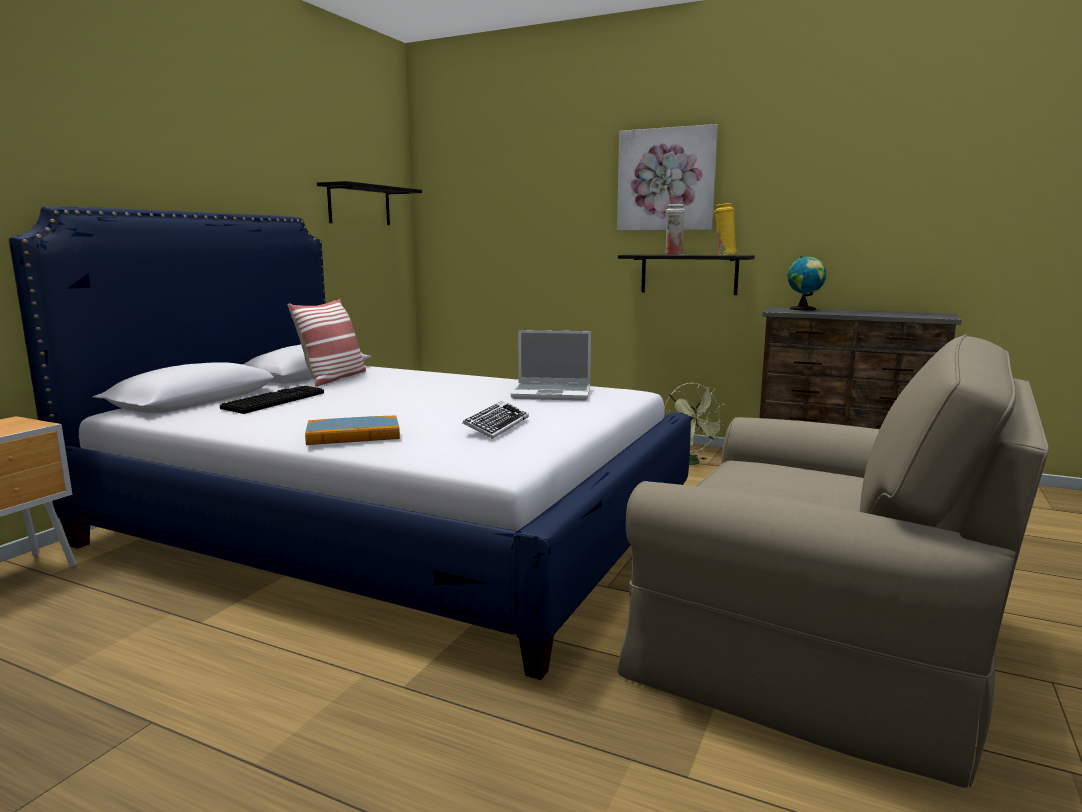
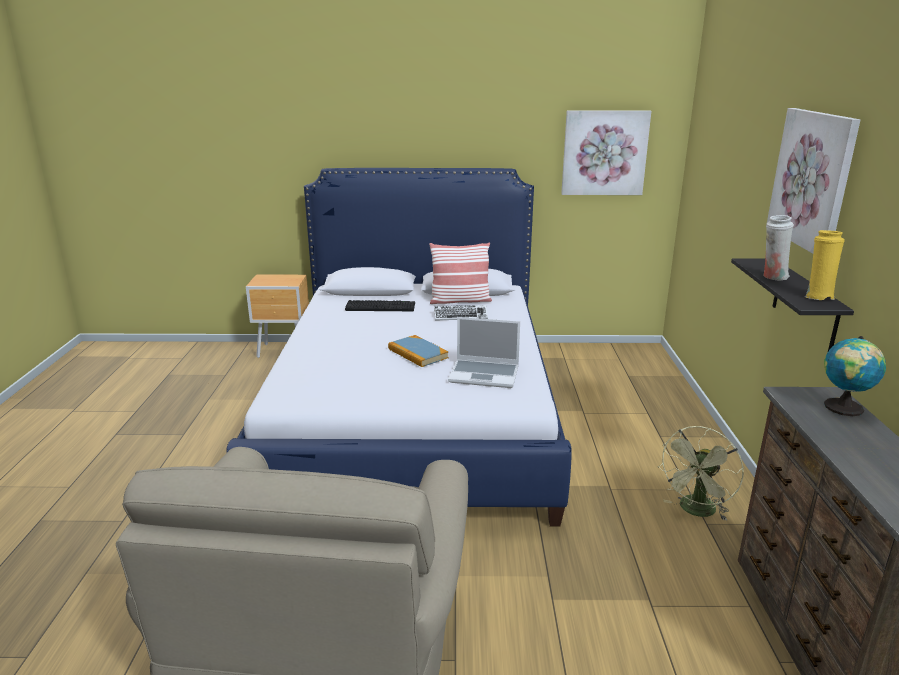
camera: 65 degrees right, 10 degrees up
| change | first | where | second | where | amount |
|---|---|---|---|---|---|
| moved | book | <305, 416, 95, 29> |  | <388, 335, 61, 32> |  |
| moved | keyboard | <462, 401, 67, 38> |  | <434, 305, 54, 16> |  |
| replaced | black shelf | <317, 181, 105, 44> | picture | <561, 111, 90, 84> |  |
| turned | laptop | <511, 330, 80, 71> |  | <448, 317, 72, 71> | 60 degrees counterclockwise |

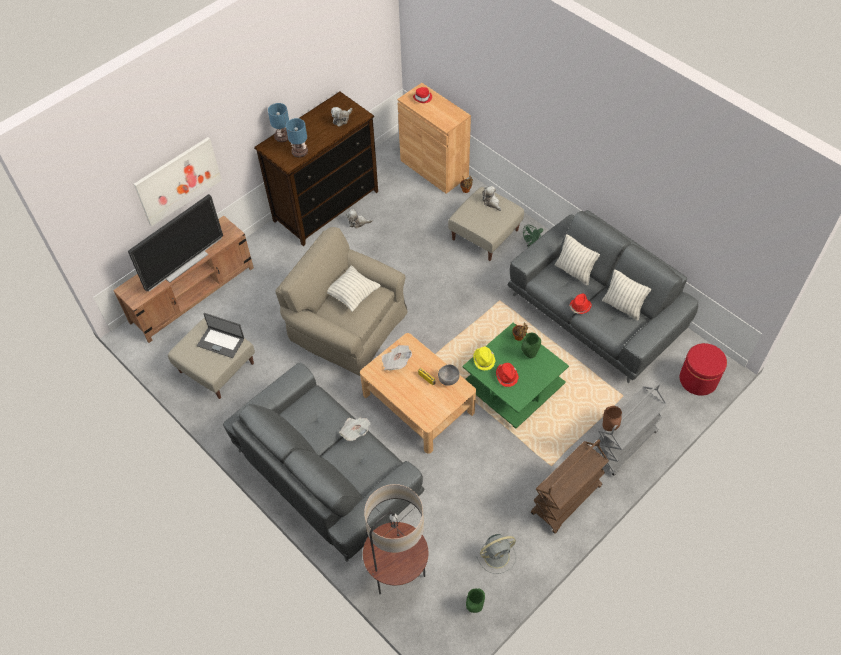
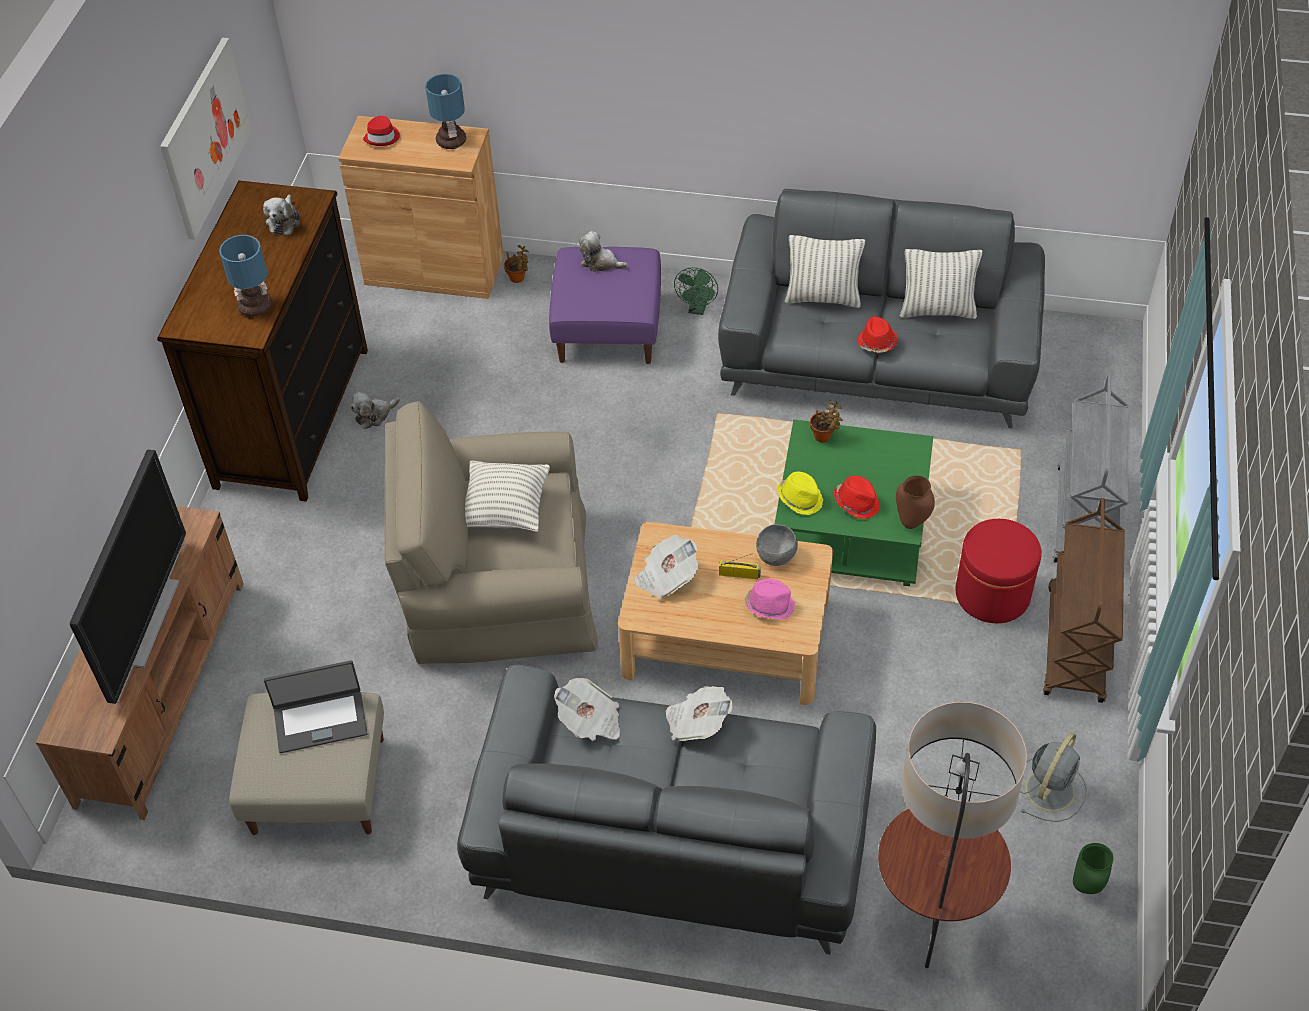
camera: 35 degrees left, 5 degrees down
| change | first | where | second | where | amount |
|---|---|---|---|---|---|
| removed | green vase | <521, 333, 20, 25> |  |  |  |
| added |  |  | newspaper | <554, 678, 66, 63> |  |
| added |  |  | pink hat | <745, 579, 50, 41> |  |
| moved | picture | <134, 137, 88, 90> |  | <160, 38, 92, 202> |  |
| moved | table lamp | <268, 103, 21, 39> |  | <425, 74, 41, 75> |  |
| moved | brown vase | <603, 406, 19, 25> |  | <896, 475, 39, 54> |  |
| moved | red ottoman | <680, 343, 47, 53> |  | <956, 519, 86, 104> |  |
| recoloured | beige ottoman | <448, 187, 76, 74> | purple ottoman | <549, 247, 112, 117> |  |

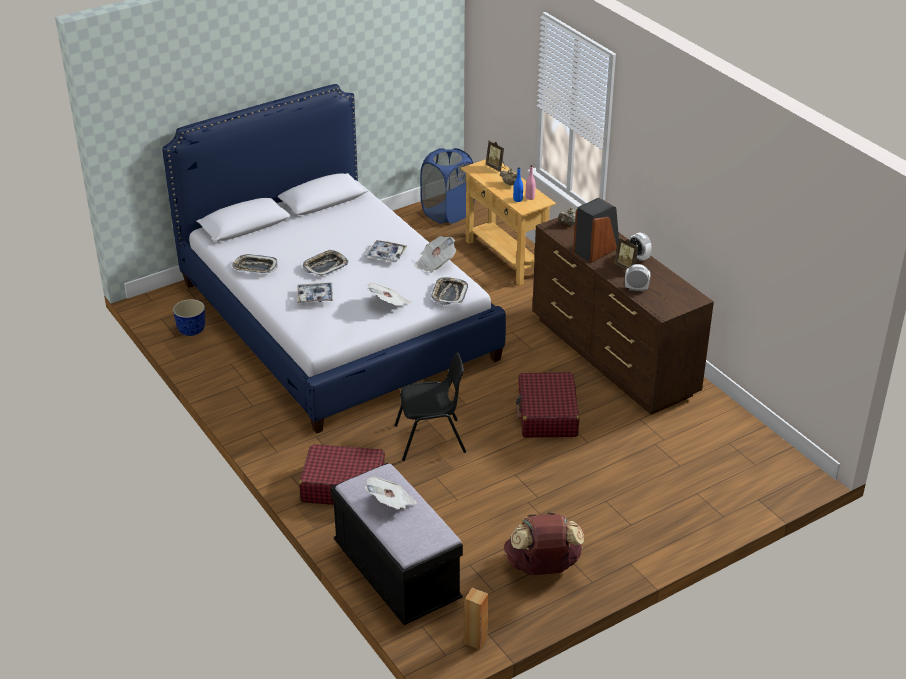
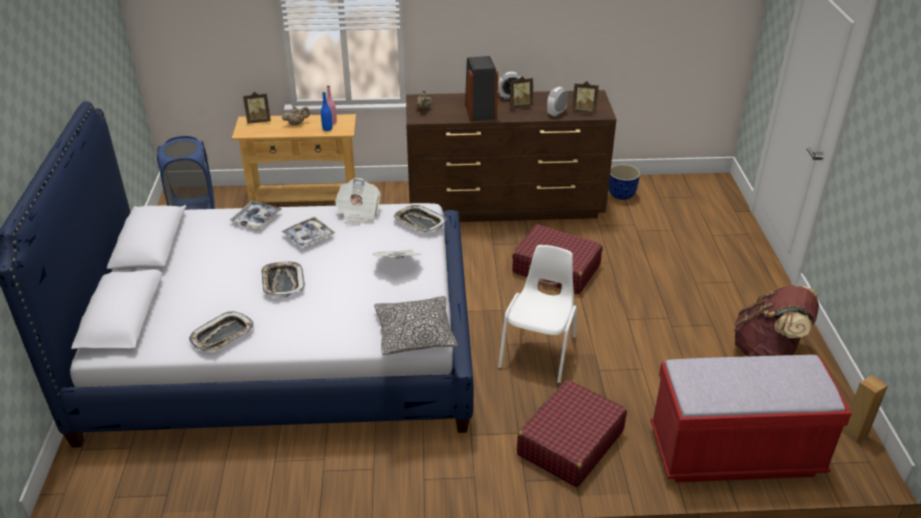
camera: 60 degrees left, 0 degrees up
| change | first | where | second | where | amount |
|---|---|---|---|---|---|
| removed | newspaper | <364, 477, 53, 33> |  |  |  |
| added |  |  | pillow | <374, 296, 84, 59> |  |
| added |  |  | picture frame | <572, 81, 27, 33> |  |
| moved | planter | <173, 299, 32, 37> |  | <609, 164, 31, 36> |  |
| moved | tray | <298, 283, 35, 20> |  | <230, 201, 52, 28> |  |
| recoloured | black bench | <330, 463, 133, 162> | red bench | <651, 355, 201, 127> |  |
| recoloured | black chair | <394, 353, 72, 108> | white chair | <498, 245, 79, 139> |  |

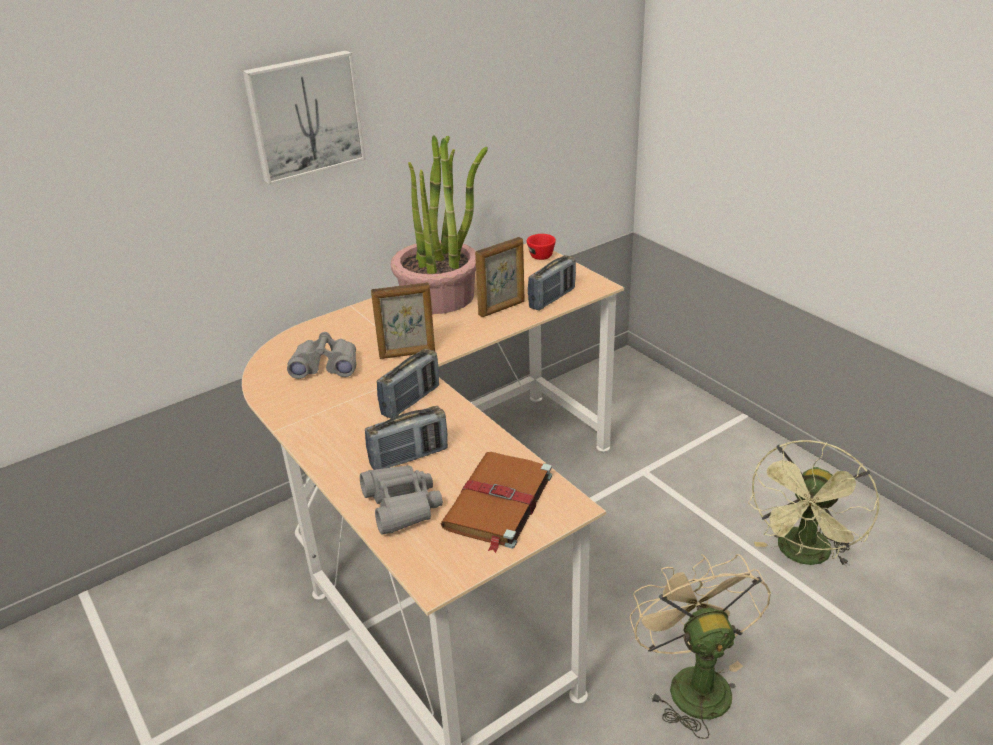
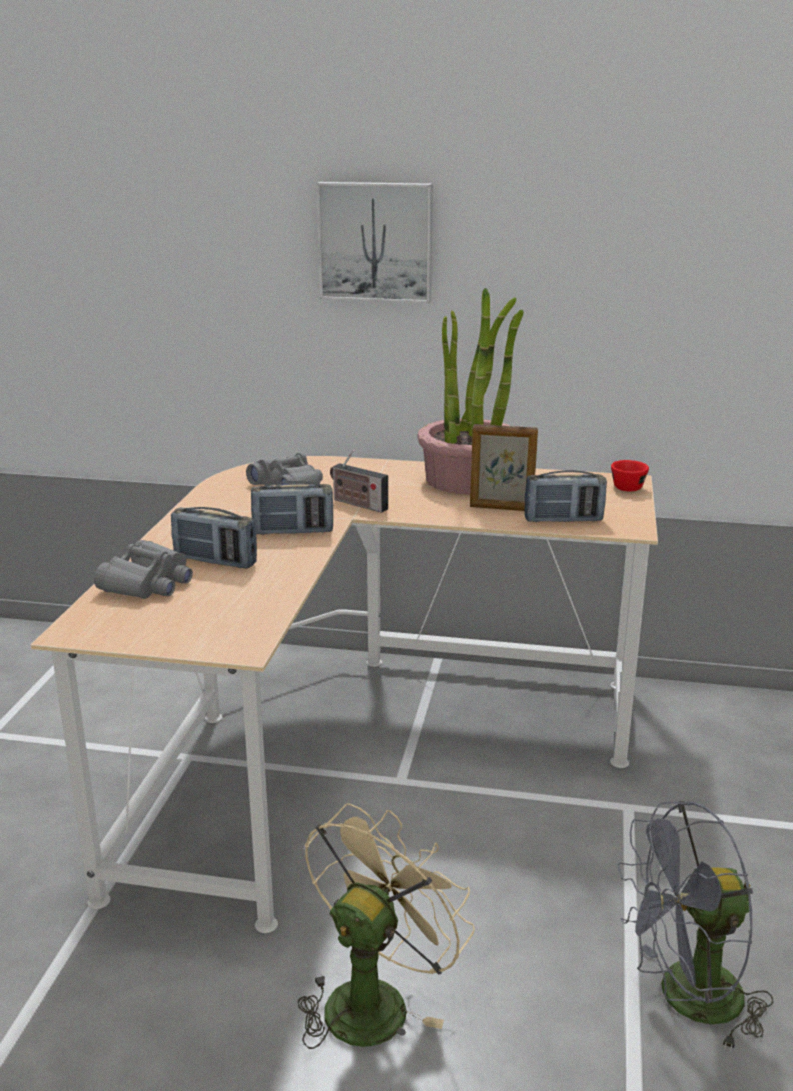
camera: 45 degrees right, 10 degrees down
| change | first | where | second | where | amount |
|---|---|---|---|---|---|
| removed | brown book | <441, 452, 111, 101> |  |  |  |
| replaced | picture frame | <371, 283, 64, 76> | radio | <330, 450, 58, 63> |  |
| recoloured | green fan | <748, 440, 131, 127> | grey fan | <618, 801, 155, 251> |  |

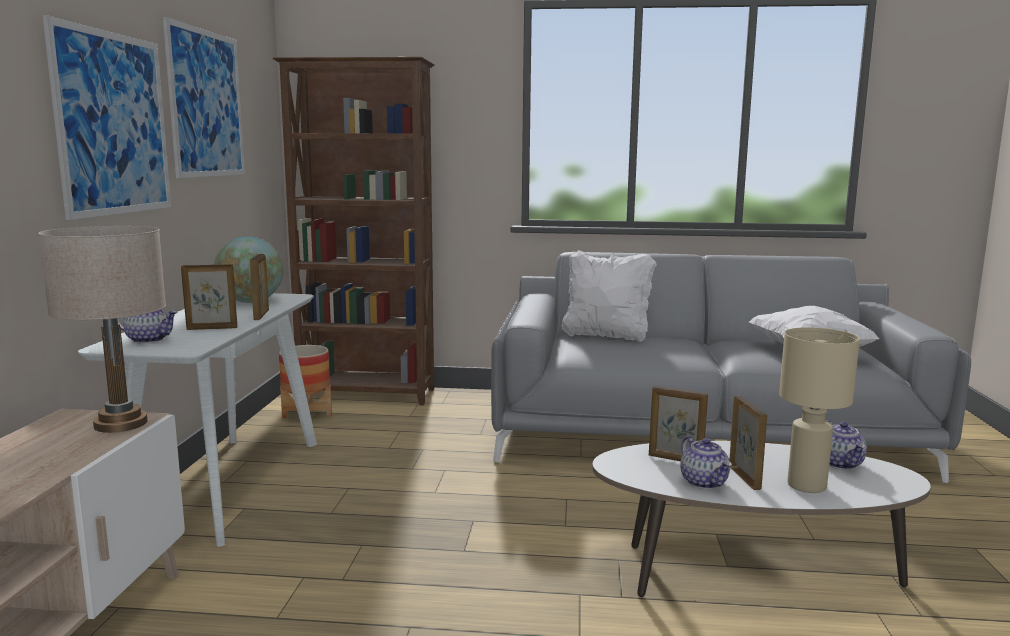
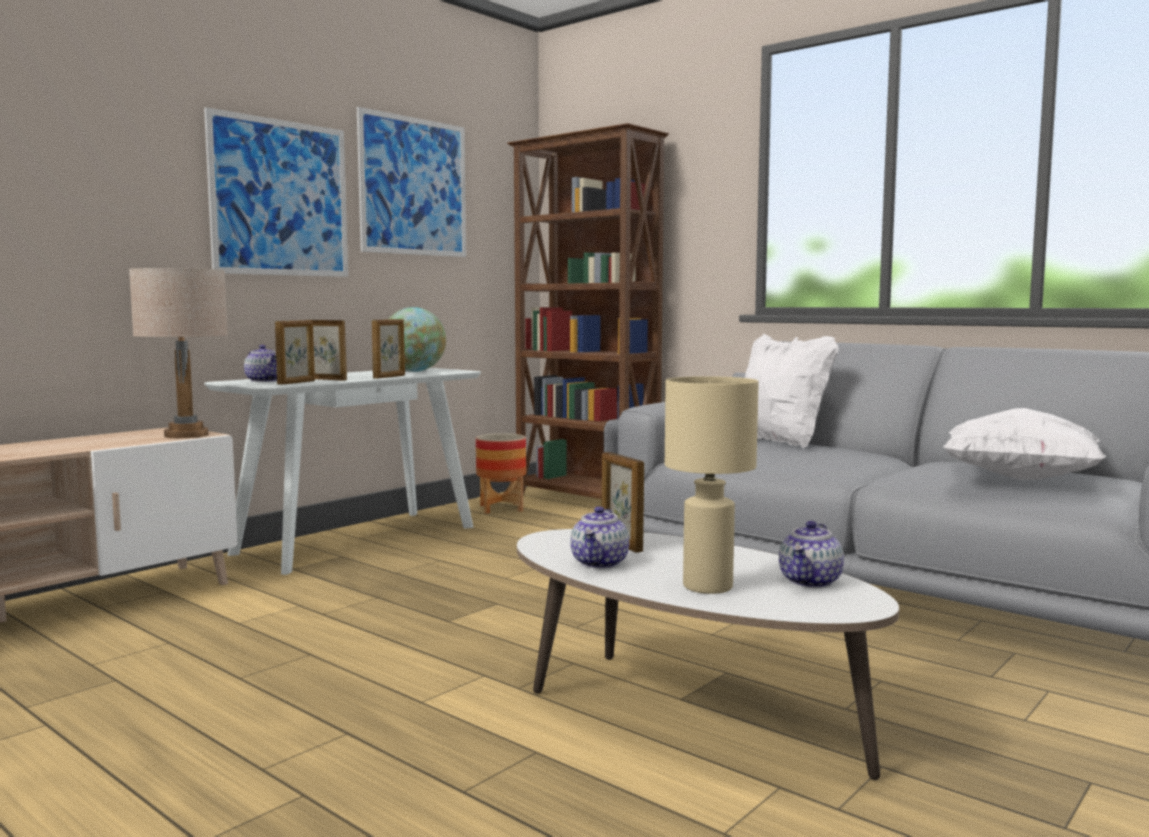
camera: 35 degrees right, 5 degrees down
| change | first | where | second | where | amount |
|---|---|---|---|---|---|
| moved | picture frame | <729, 396, 38, 94> |  | <275, 320, 40, 65> |  |

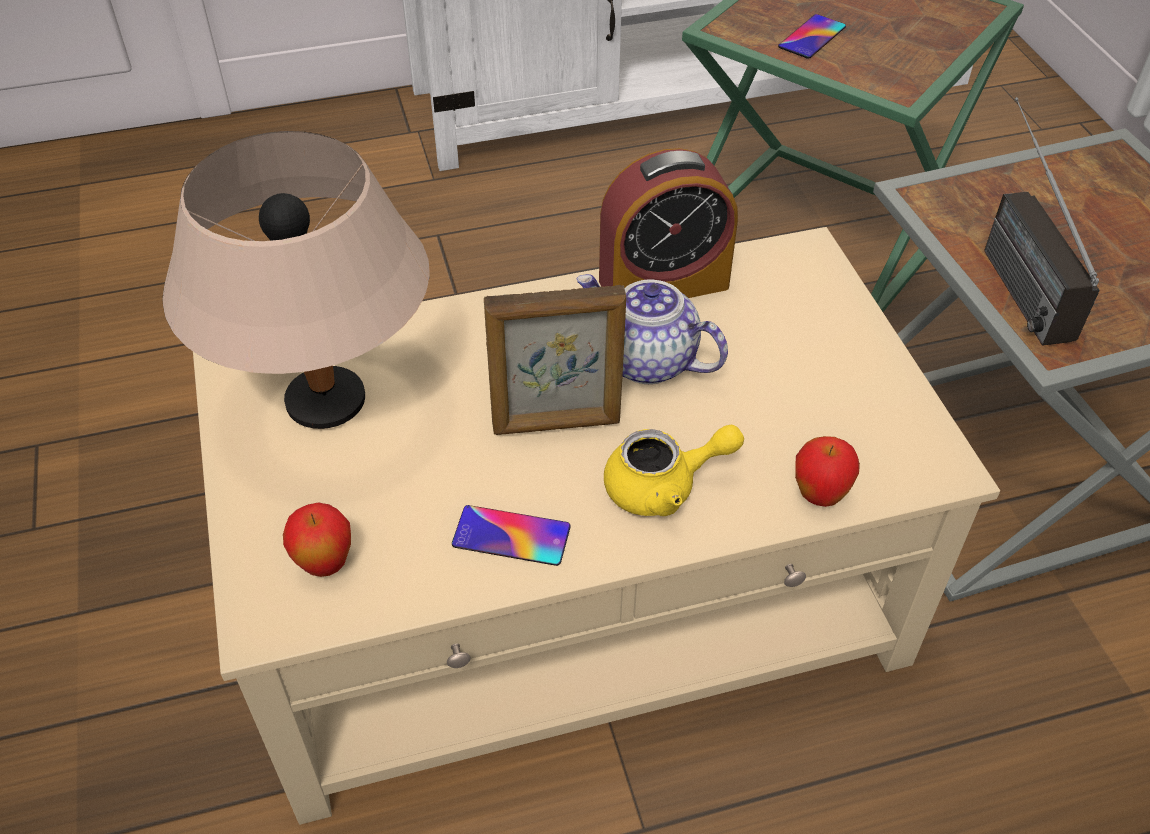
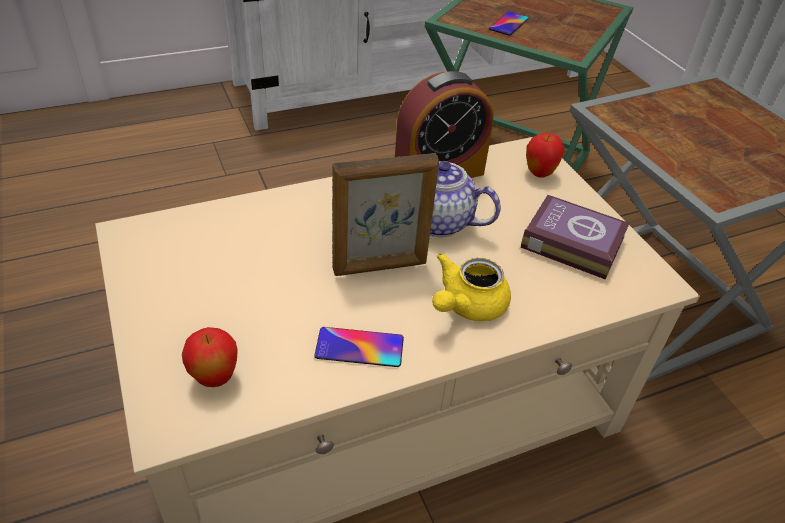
camera: 10 degrees left, 5 degrees down
| change | first | where | second | where | amount |
|---|---|---|---|---|---|
| removed | beige table lamp | <162, 131, 268, 298> |  |  |  |
| removed | radio | <984, 97, 116, 249> |  |  |  |
| added |  |  | book | <521, 195, 109, 85> |  |
| moved | apple | <795, 436, 65, 71> |  | <526, 133, 38, 45> |  |
| turned | yellow teapot | <604, 425, 140, 91> |  | <432, 253, 79, 68> | 150 degrees clockwise |

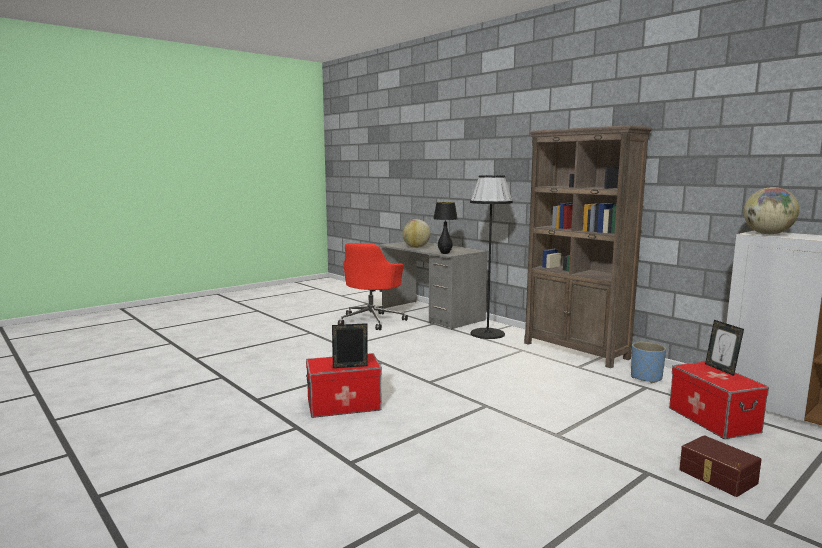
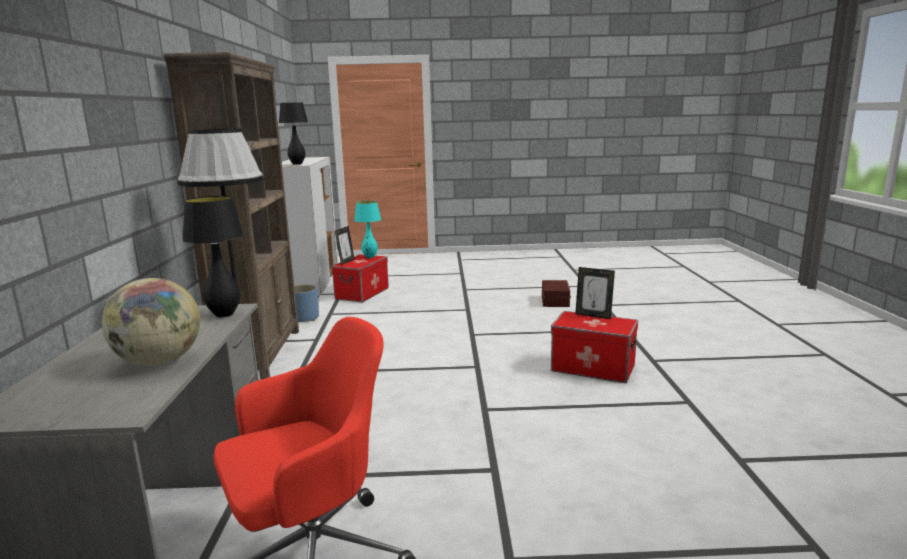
camera: 140 degrees left, 5 degrees up
| change | first | where | second | where | amount |
|---|---|---|---|---|---|
| added |  |  | turquoise table lamp | <354, 201, 27, 57> |  |
| moved | brown storage box | <679, 435, 82, 62> |  | <542, 280, 29, 27> |  |
| replaced | globe | <744, 187, 55, 47> | black table lamp | <279, 102, 29, 63> |  |

